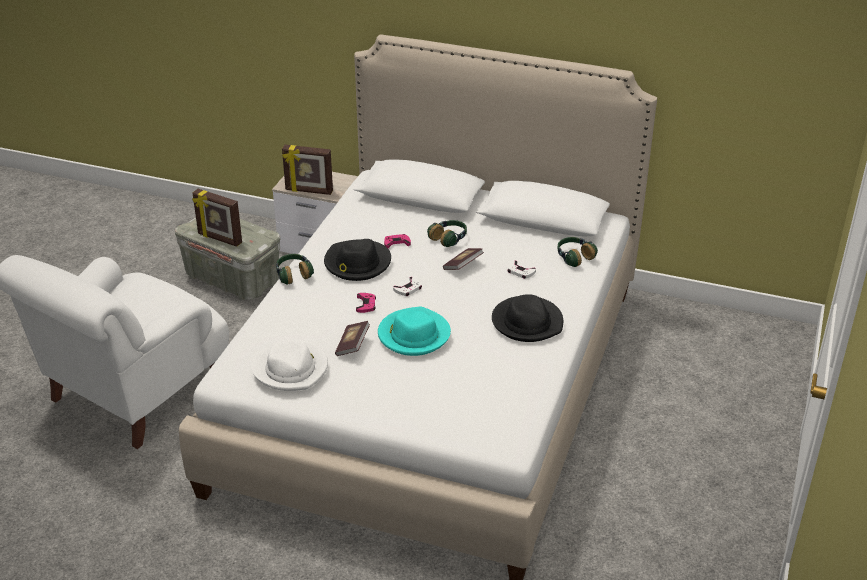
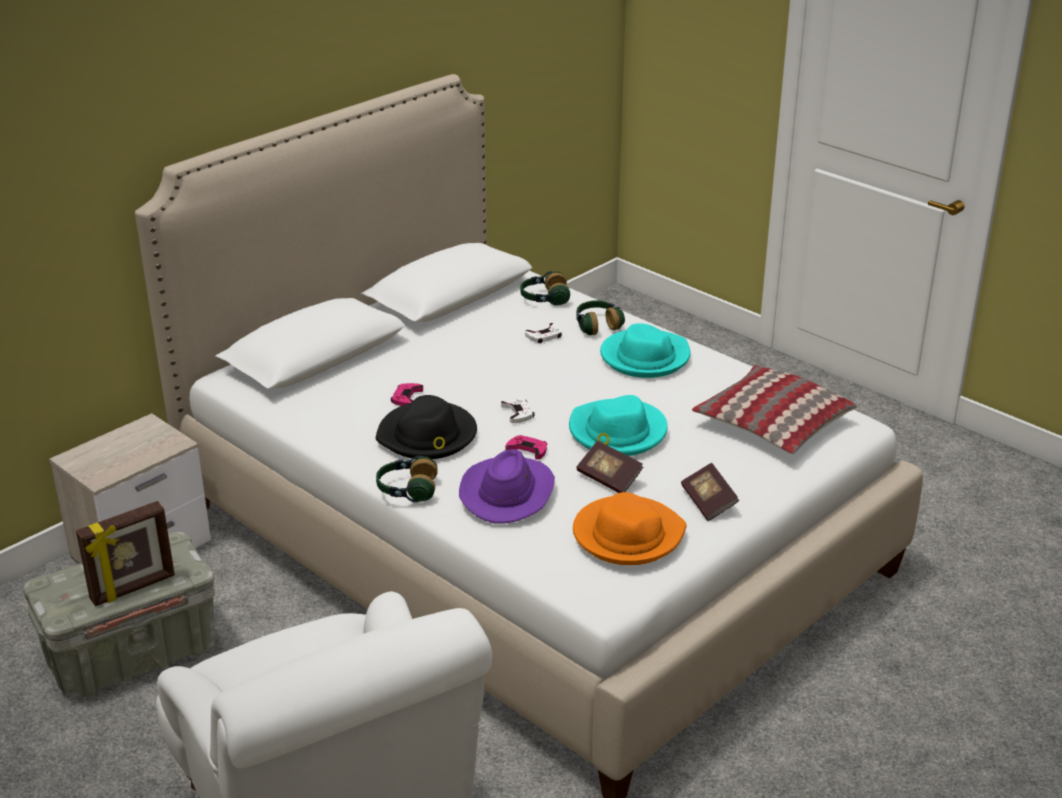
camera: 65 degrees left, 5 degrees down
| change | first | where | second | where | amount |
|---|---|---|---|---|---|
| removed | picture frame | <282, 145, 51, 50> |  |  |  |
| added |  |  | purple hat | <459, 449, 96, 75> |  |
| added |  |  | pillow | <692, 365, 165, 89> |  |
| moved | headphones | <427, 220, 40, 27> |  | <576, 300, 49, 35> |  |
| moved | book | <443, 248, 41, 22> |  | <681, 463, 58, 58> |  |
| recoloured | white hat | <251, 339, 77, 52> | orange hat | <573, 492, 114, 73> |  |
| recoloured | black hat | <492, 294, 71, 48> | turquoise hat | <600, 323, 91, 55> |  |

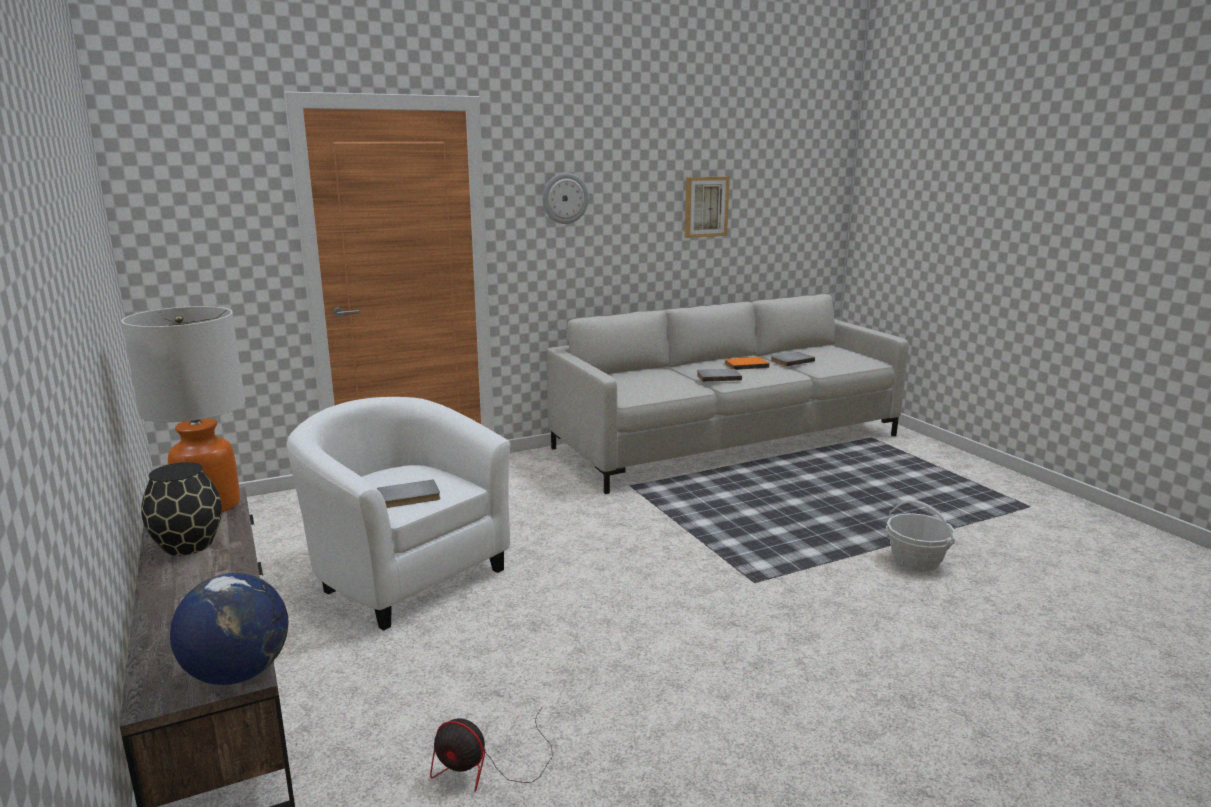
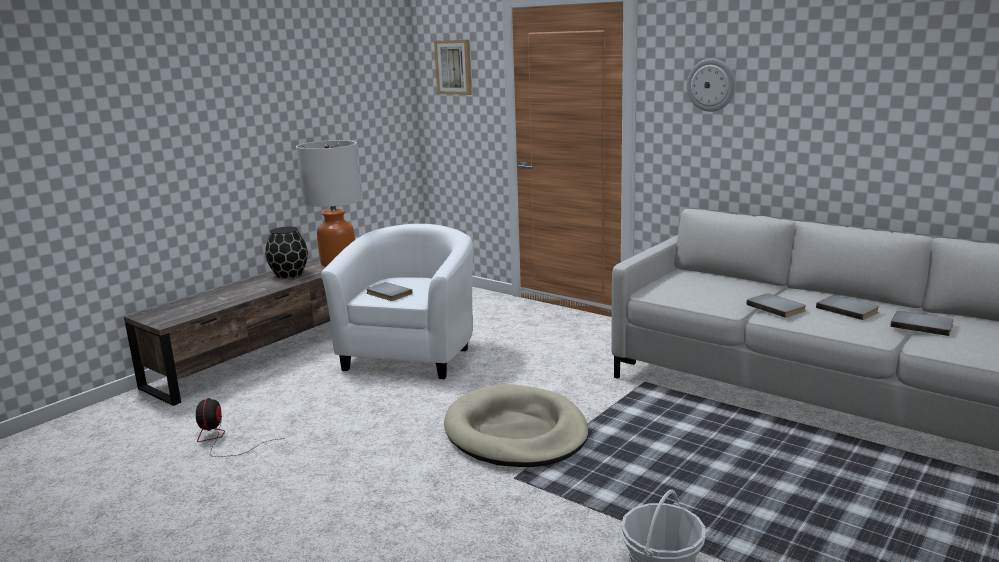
camera: 65 degrees right, 0 degrees up
| change | first | where | second | where | amount |
|---|---|---|---|---|---|
| removed | globe | <170, 573, 118, 112> |  |  |  |
| added |  |  | beige dog bed | <444, 384, 145, 83> |  |
| moved | picture | <685, 176, 45, 62> |  | <434, 40, 38, 55> |  |
| recoloured | orange book | <724, 357, 45, 13> | grey book | <816, 295, 63, 25> |  |

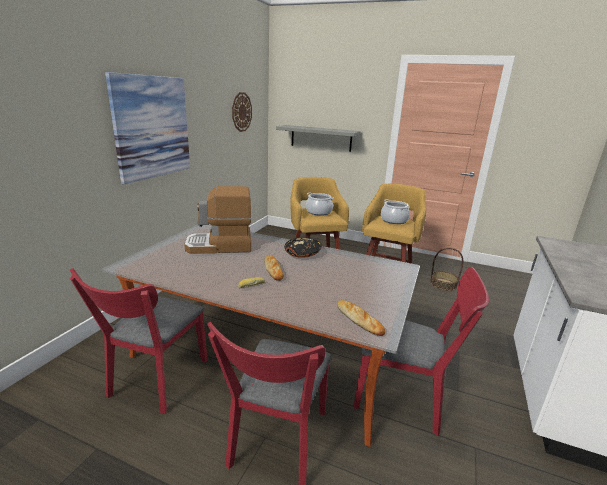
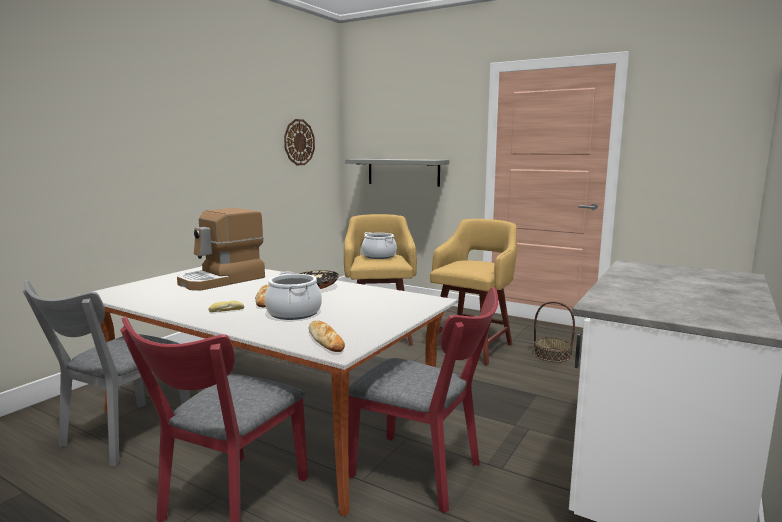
camera: 10 degrees right, 10 degrees down
| change | first | where | second | where | amount |
|---|---|---|---|---|---|
| removed | picture | <105, 72, 85, 112> |  |  |  |
| moved | cooking pot | <381, 199, 29, 25> |  | <264, 271, 58, 49> |  |
| recoloured | red chair | <70, 268, 138, 146> | grey chair | <23, 280, 167, 186> |  |
| turned | coffee machine | <184, 186, 67, 68> |  | <177, 208, 88, 82> | 45 degrees counterclockwise |

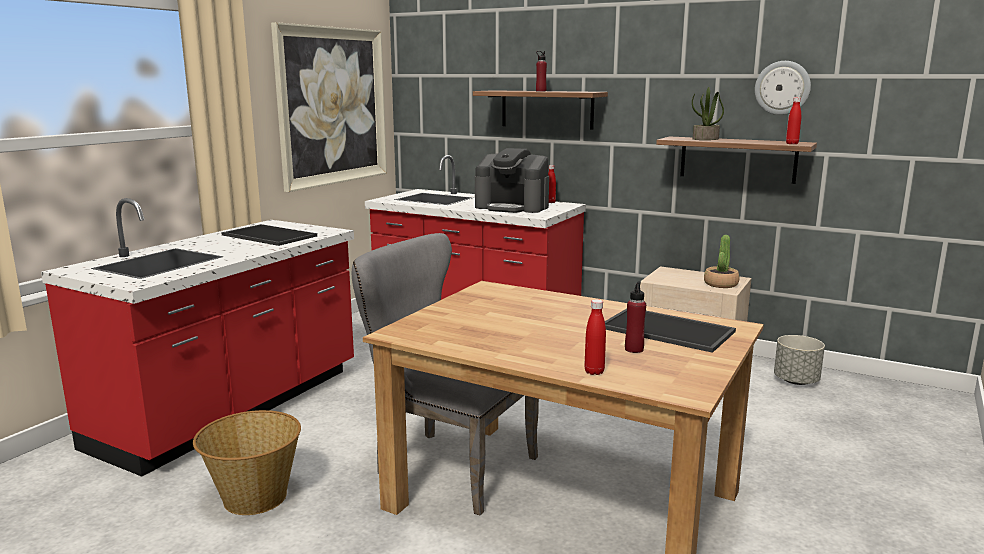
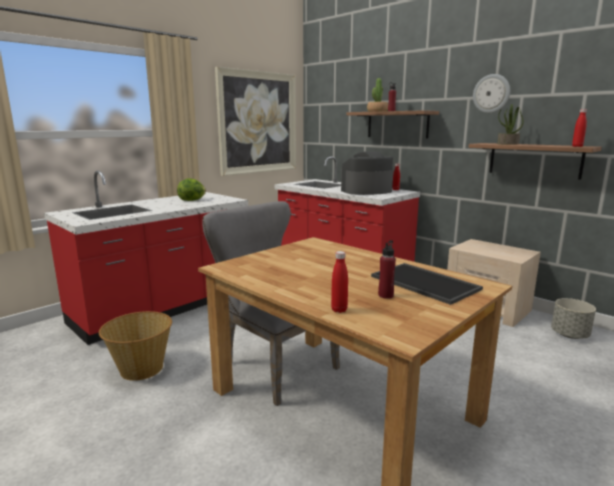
camera: 15 degrees right, 0 degrees up
| change | first | where | second | where | amount |
|---|---|---|---|---|---|
| moved | potted plant | <704, 235, 35, 53> |  | <367, 78, 21, 34> |  |
| moved | wall clock | <755, 61, 56, 54> |  | <473, 74, 37, 39> |  |
| replaced | tray | <221, 224, 96, 22> | lettuce | <177, 178, 29, 23> |  |
| turned | coffee machine | <475, 148, 74, 65> |  | <341, 151, 52, 44> | 120 degrees clockwise |

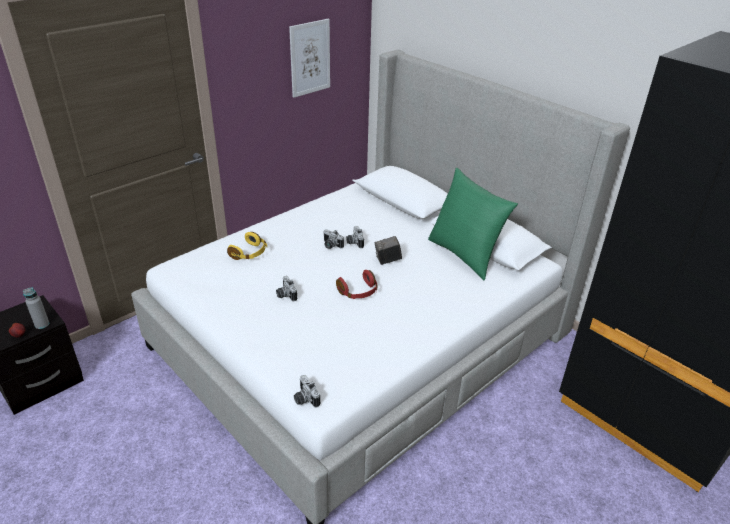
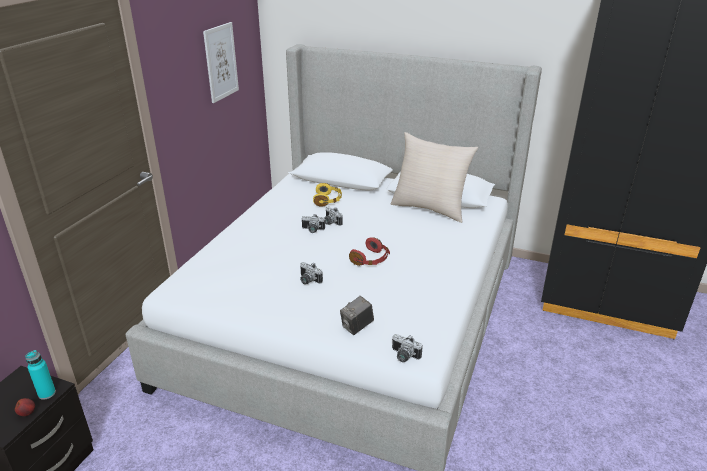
camera: 25 degrees left, 5 degrees down
| change | first | where | second | where | amount |
|---|---|---|---|---|---|
| moved | yellow headphones | <227, 232, 40, 28> |  | <313, 183, 29, 24> |  |
| moved | photo camera | <375, 236, 27, 29> |  | <340, 296, 34, 39> |  |
| recoloured | grey bottle | <23, 287, 26, 42> | turquoise bottle | <25, 350, 31, 50> |  |
| recoloured | green pillow | <428, 168, 90, 112> | beige pillow | <391, 132, 87, 91> |  |

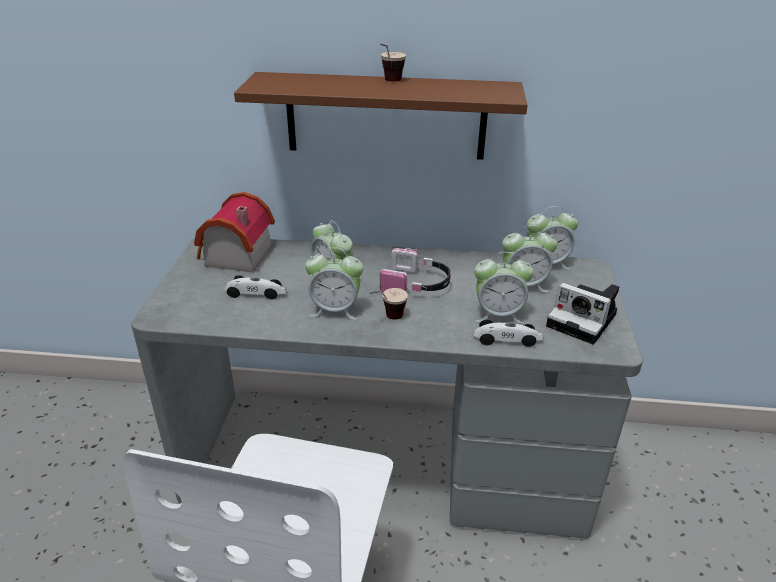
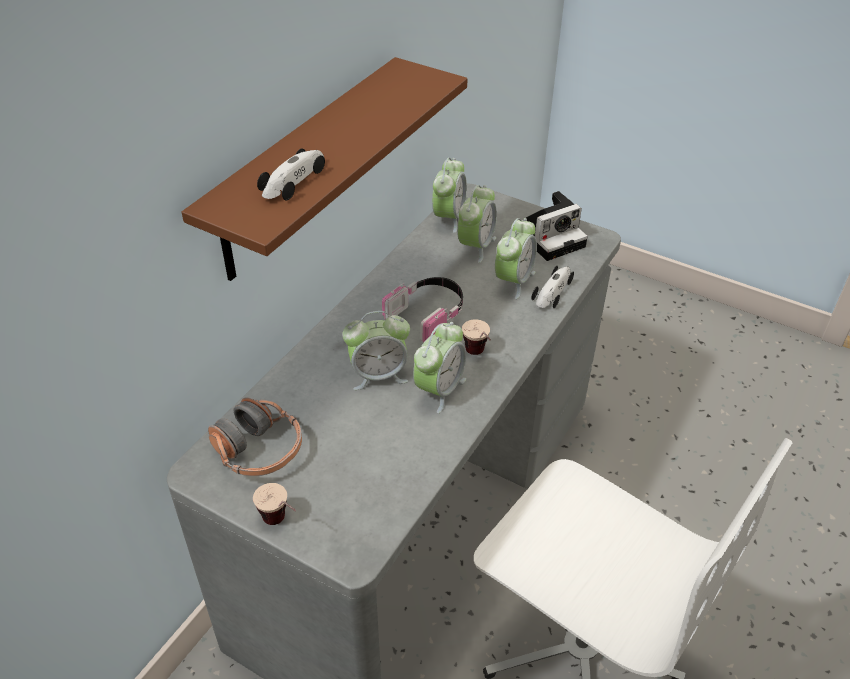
camera: 65 degrees left, 10 degrees up
| change | first | where | second | where | amount |
|---|---|---|---|---|---|
| moved | toy car | <225, 275, 62, 25> |  | <257, 148, 68, 52> |  |
| moved | cup | <380, 44, 26, 38> |  | <253, 483, 43, 42> |  |
| replaced | toy house | <194, 192, 81, 81> | headphones | <208, 397, 94, 79> |  |

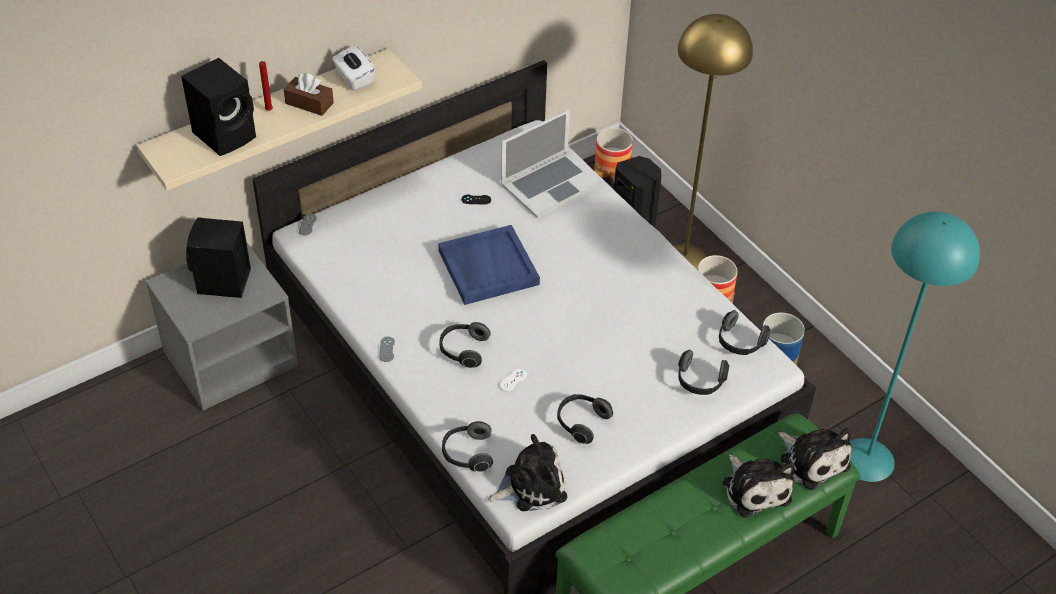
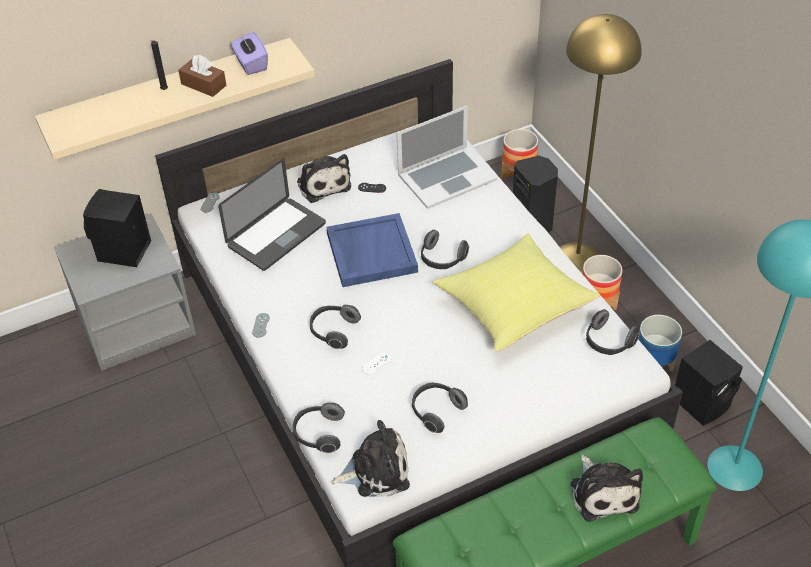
camera: 10 degrees right, 0 degrees up
| change | first | where | second | where | amount |
|---|---|---|---|---|---|
| added |  |  | laptop | <218, 159, 108, 112> |  |
| added |  |  | yellow pillow | <433, 234, 167, 118> |  |
| moved | black speaker | <181, 58, 75, 98> |  | <675, 340, 68, 86> |  |
| moved | headphones | <678, 350, 52, 45> |  | <421, 229, 48, 40> |  |
| moved | plush toy | <778, 428, 73, 62> |  | <297, 154, 54, 49> |  |
| recoloured | red candle | <259, 61, 14, 50> | black candle | <151, 40, 17, 50> |  |
| recoloured | white tissue box | <332, 45, 43, 46> | purple tissue box | <231, 32, 37, 43> |  |

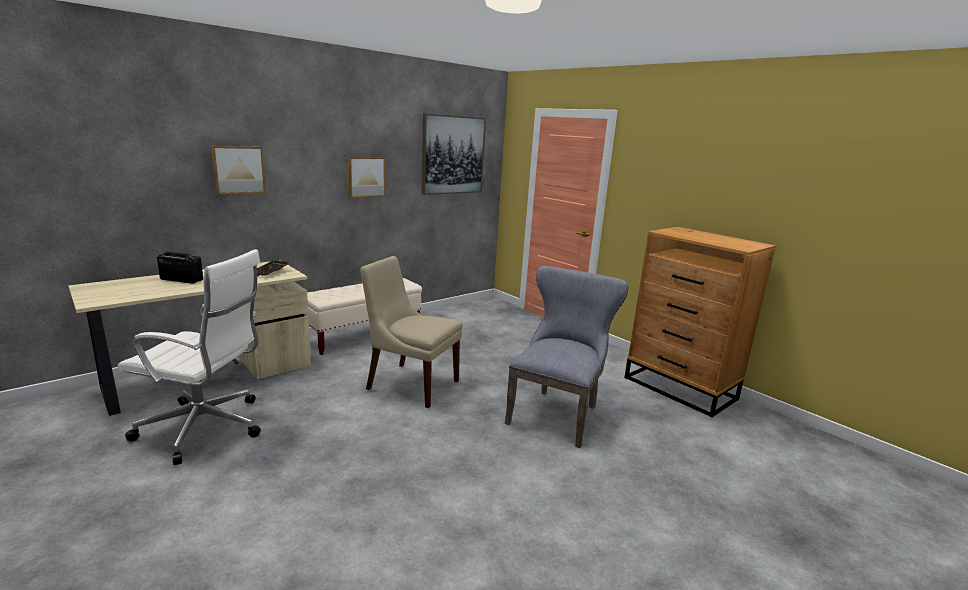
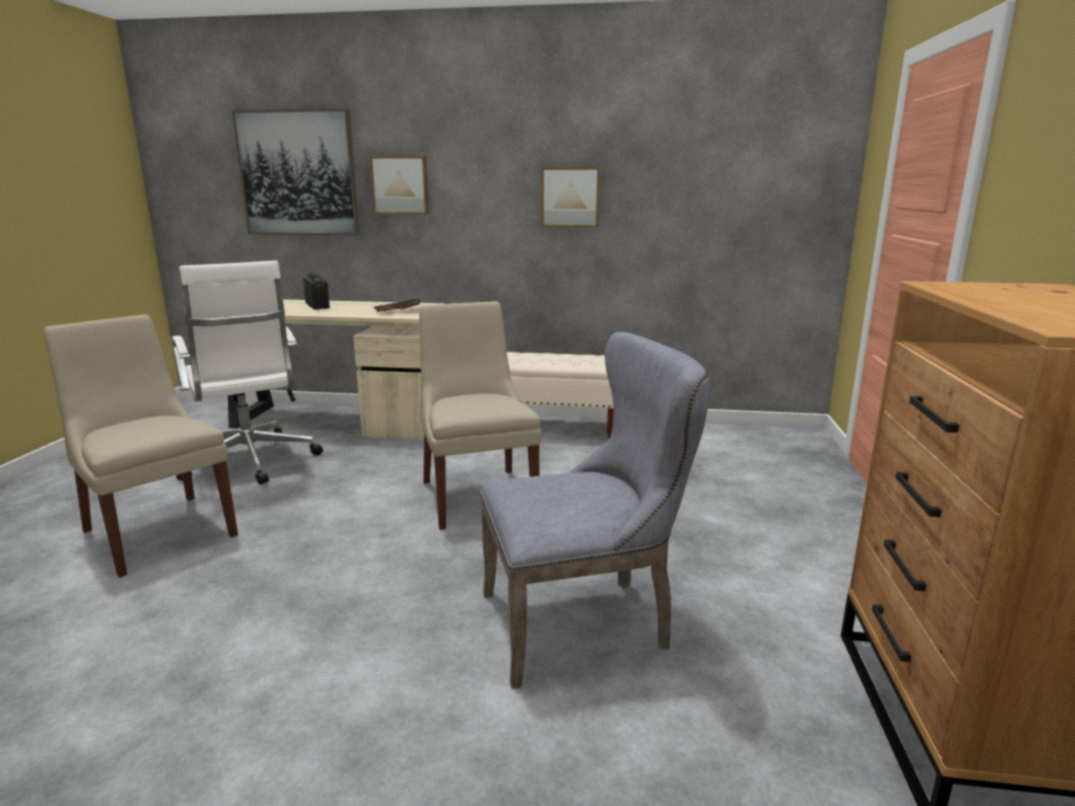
camera: 50 degrees right, 0 degrees up
| change | first | where | second | where | amount |
|---|---|---|---|---|---|
| added |  |  | beige chair | <44, 314, 194, 264> |  |
| moved | picture | <421, 114, 65, 81> |  | <232, 109, 127, 127> |  |

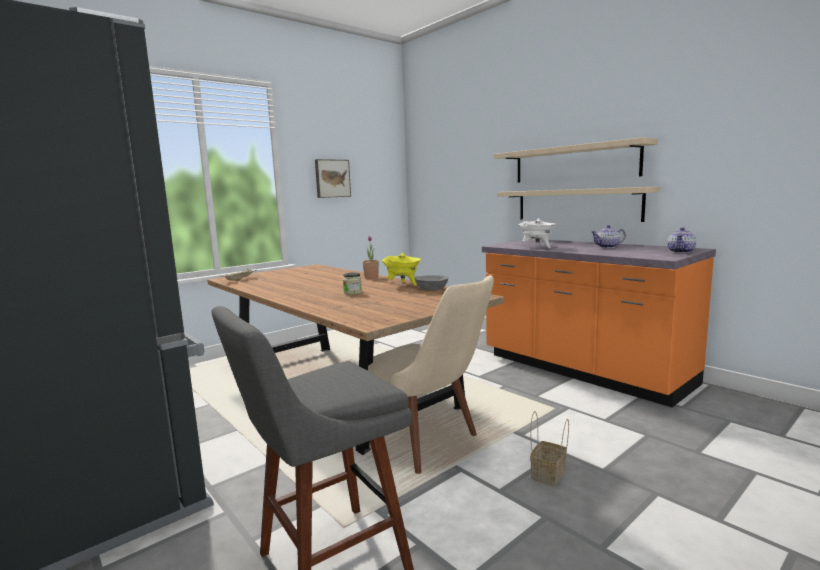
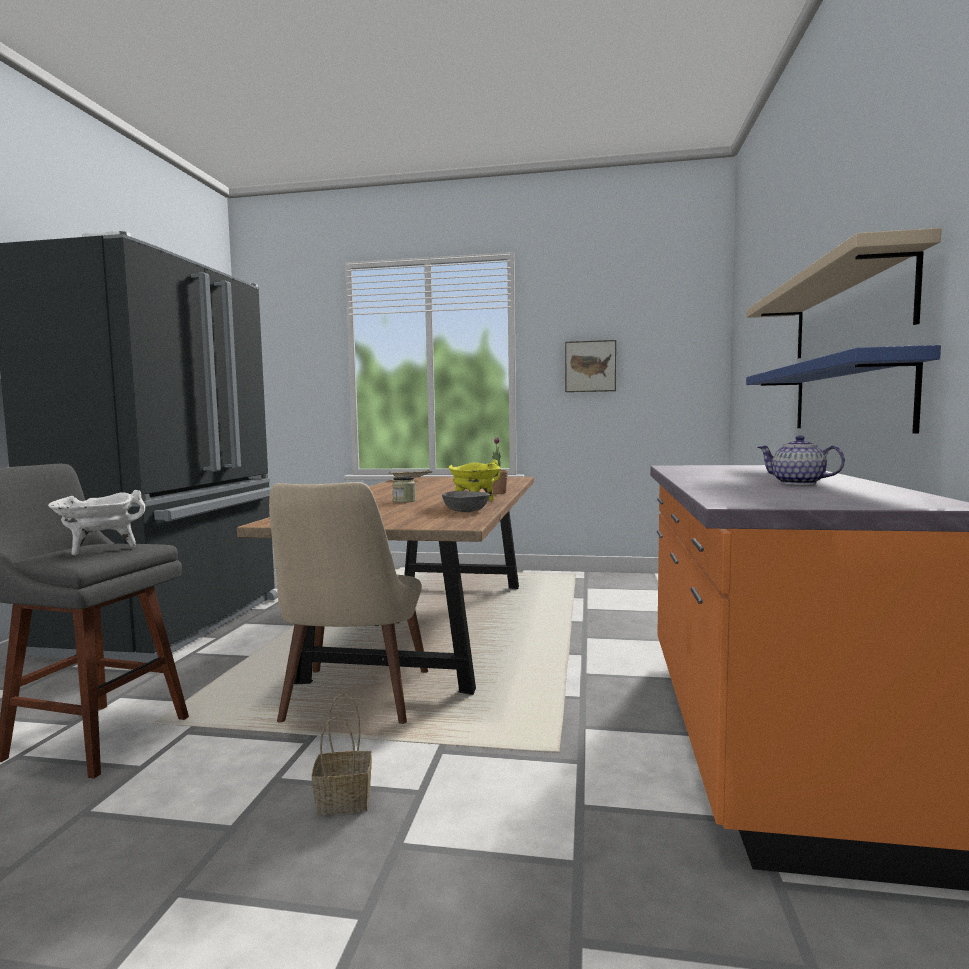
camera: 50 degrees right, 5 degrees down
| change | first | where | second | where | amount |
|---|---|---|---|---|---|
| removed | teapot | <667, 227, 29, 26> |  |  |  |
| moved | white cooking pot | <519, 218, 37, 30> |  | <48, 490, 97, 66> |  |
| recoloured | beige shelf | <497, 186, 163, 36> | blue shelf | <746, 345, 195, 89> |  |

